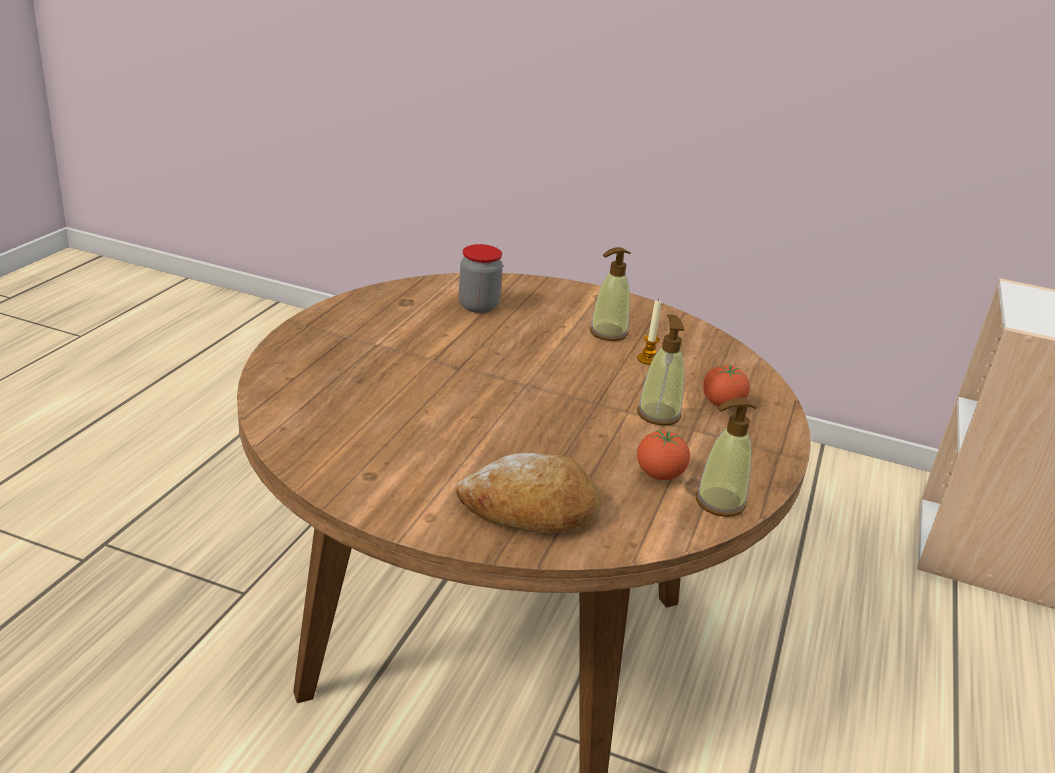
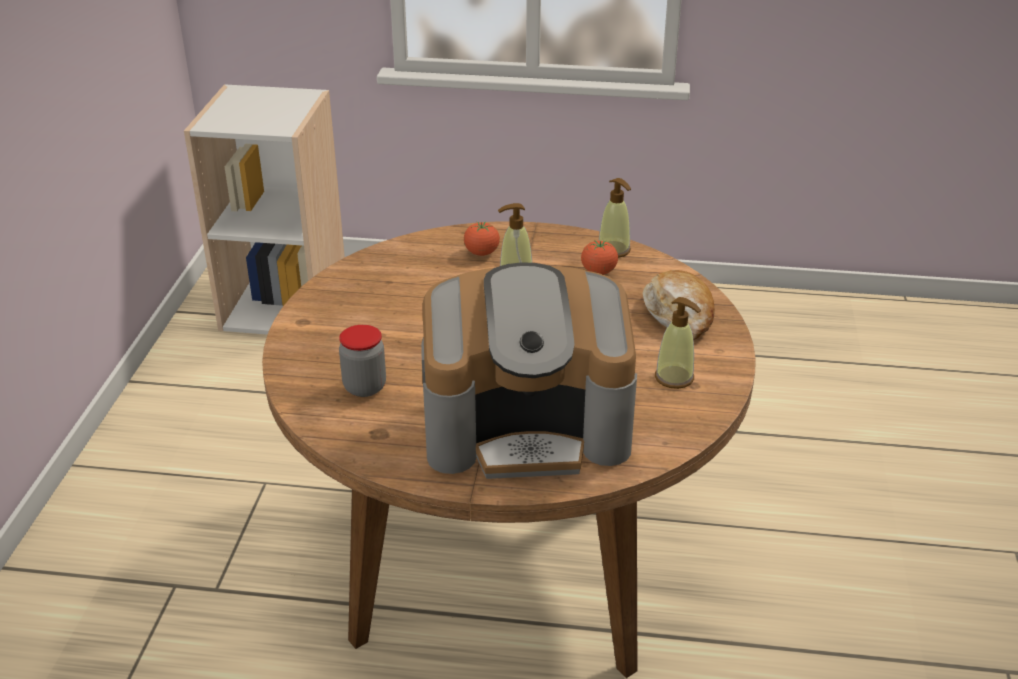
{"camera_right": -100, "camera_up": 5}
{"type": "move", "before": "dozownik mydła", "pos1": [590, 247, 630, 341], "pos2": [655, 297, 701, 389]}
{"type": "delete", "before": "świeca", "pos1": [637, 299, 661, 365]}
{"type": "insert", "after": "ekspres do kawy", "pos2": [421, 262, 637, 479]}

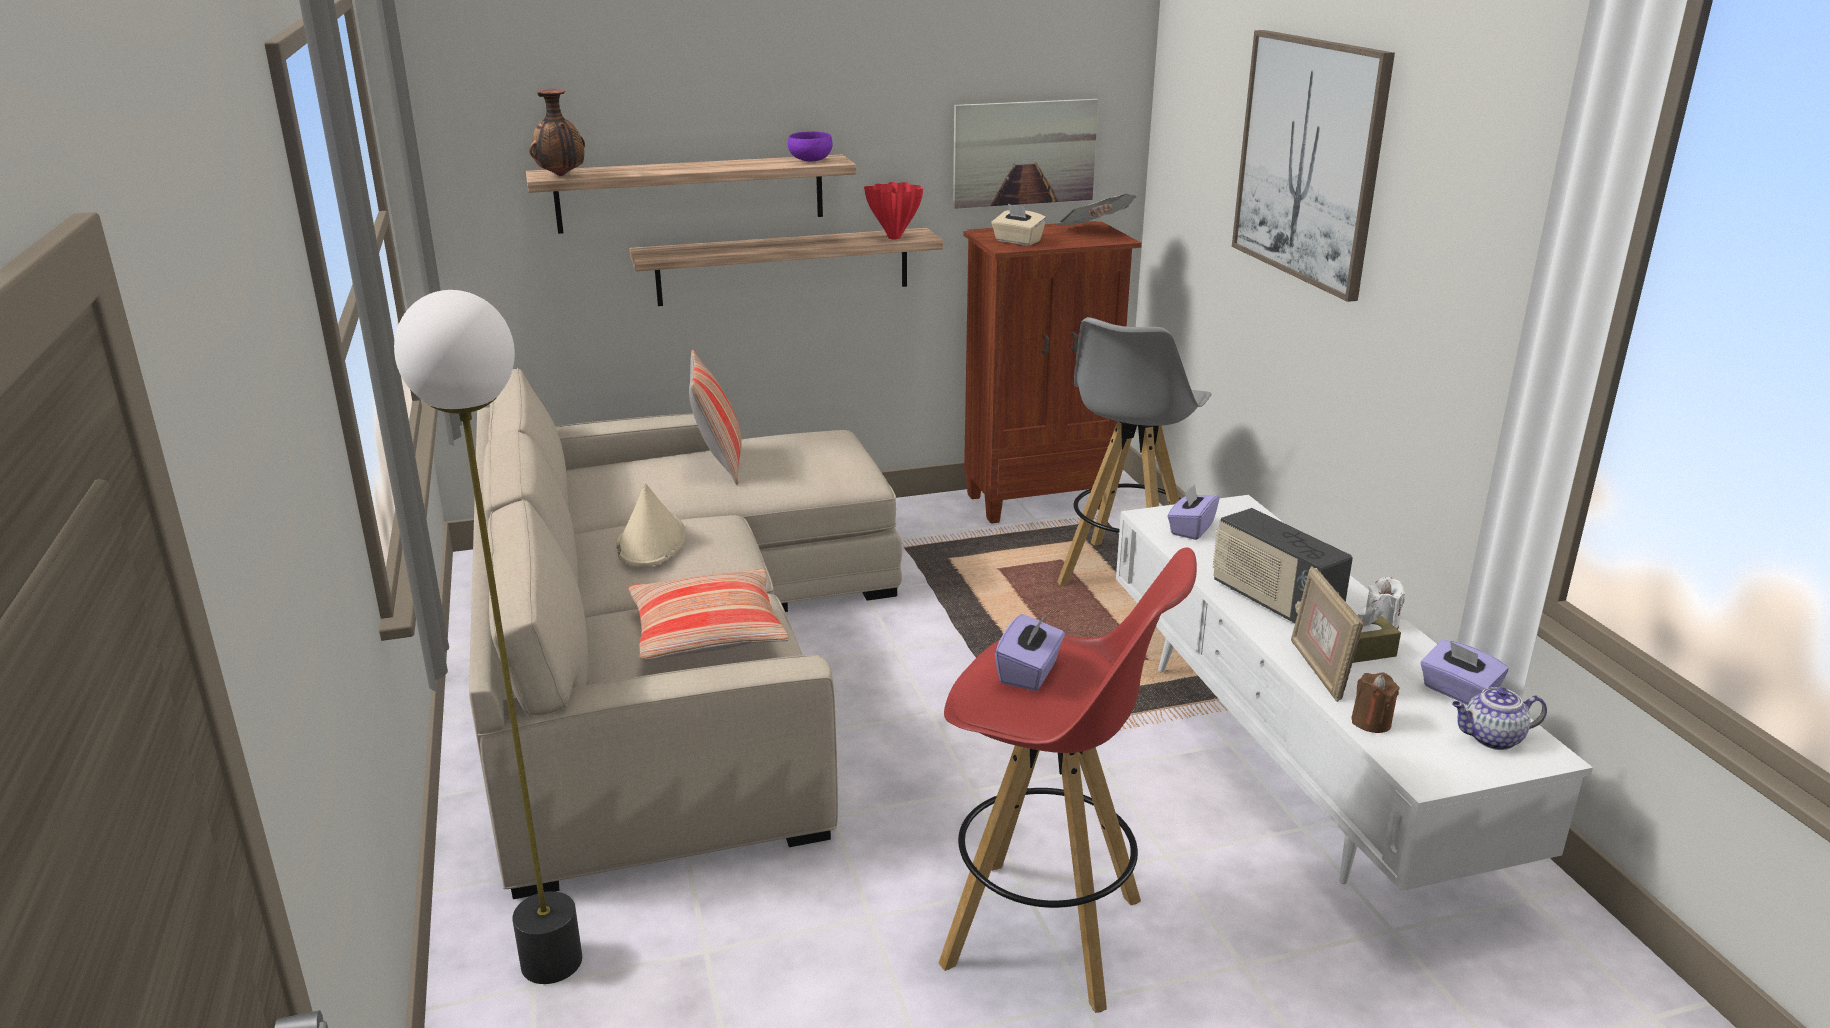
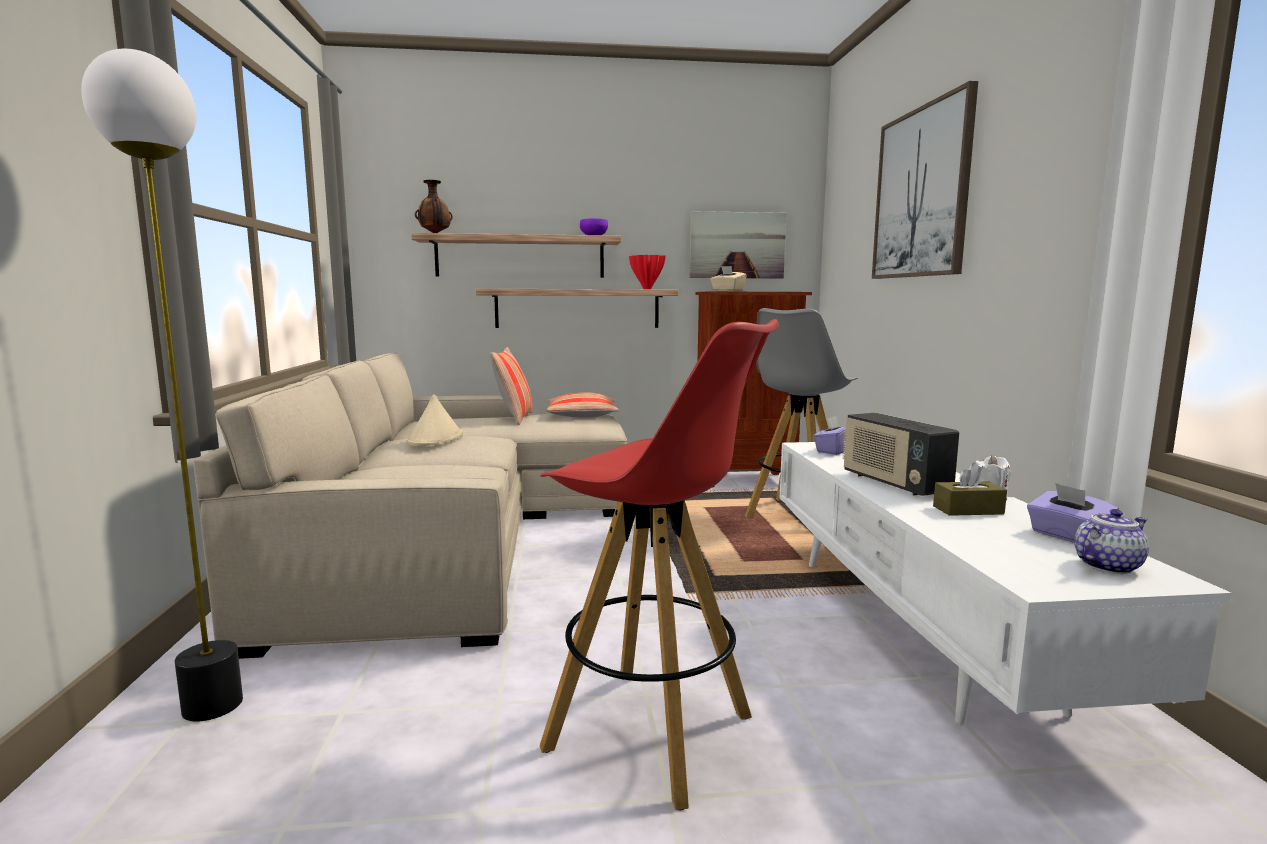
{"camera_right": 10, "camera_up": -15}
{"type": "delete", "before": "gazeta", "pos1": [1057, 194, 1136, 225]}
{"type": "delete", "before": "ramka na zdjęcie", "pos1": [1291, 566, 1364, 702]}
{"type": "move", "before": "poduszka", "pos1": [628, 569, 790, 660], "pos2": [546, 393, 619, 418]}
{"type": "delete", "before": "pudełko chusteczek/fioletowy", "pos1": [995, 614, 1065, 691]}
{"type": "delete", "before": "świeca/brązowy", "pos1": [1351, 672, 1400, 733]}
{"type": "rotate", "before": "imbryk", "pos1": [1452, 687, 1547, 750], "pos2": [1074, 509, 1149, 574], "turn": 150}

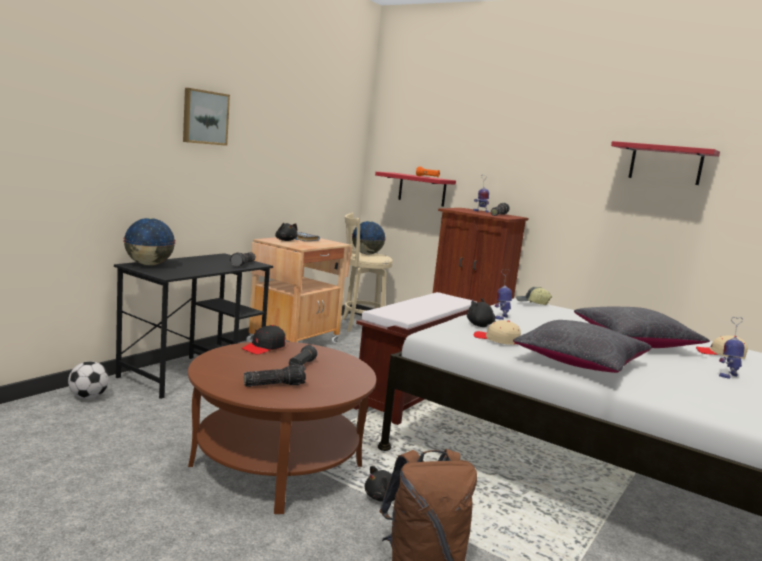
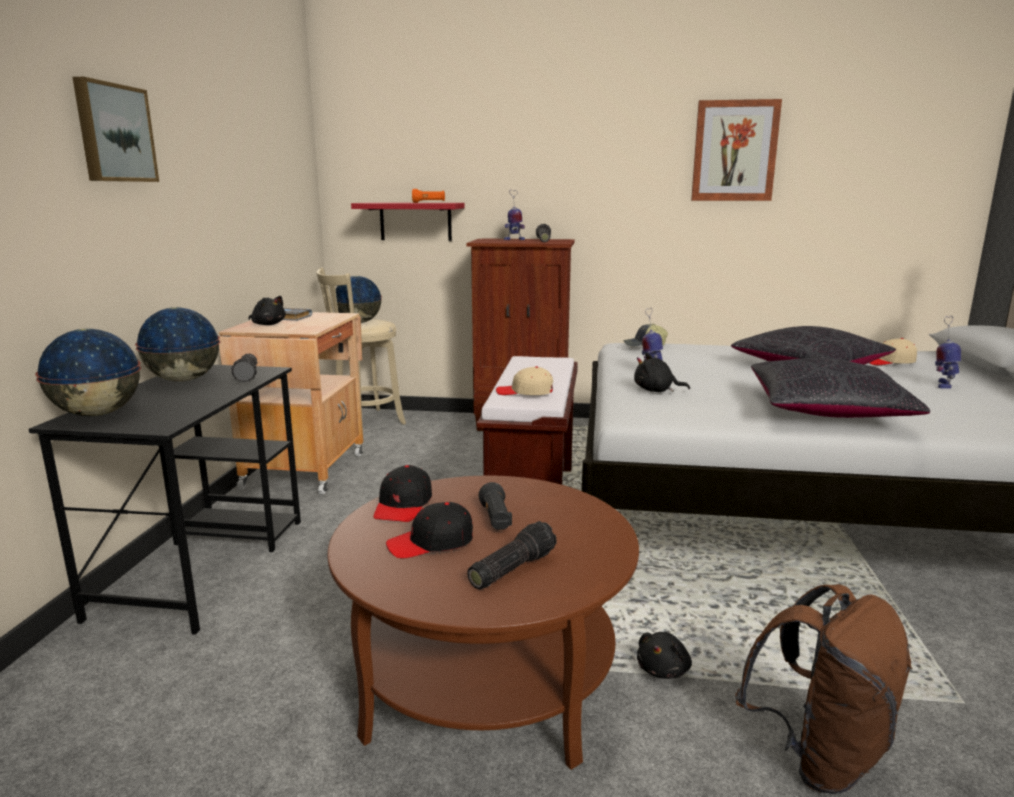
{"camera_right": -25, "camera_up": 5}
{"type": "replace", "before": "półka/czerwony", "after": "obraz", "pos1": [611, 141, 720, 185], "pos2": [691, 99, 782, 201]}
{"type": "move", "before": "czapka z daszkiem/beżowy", "pos1": [474, 320, 521, 345], "pos2": [496, 366, 553, 395]}
{"type": "delete", "before": "piłka futbolowa", "pos1": [68, 361, 109, 399]}
{"type": "insert", "after": "globus", "pos2": [135, 307, 220, 382]}
{"type": "insert", "after": "czapka z daszkiem/czarny", "pos2": [386, 502, 473, 558]}

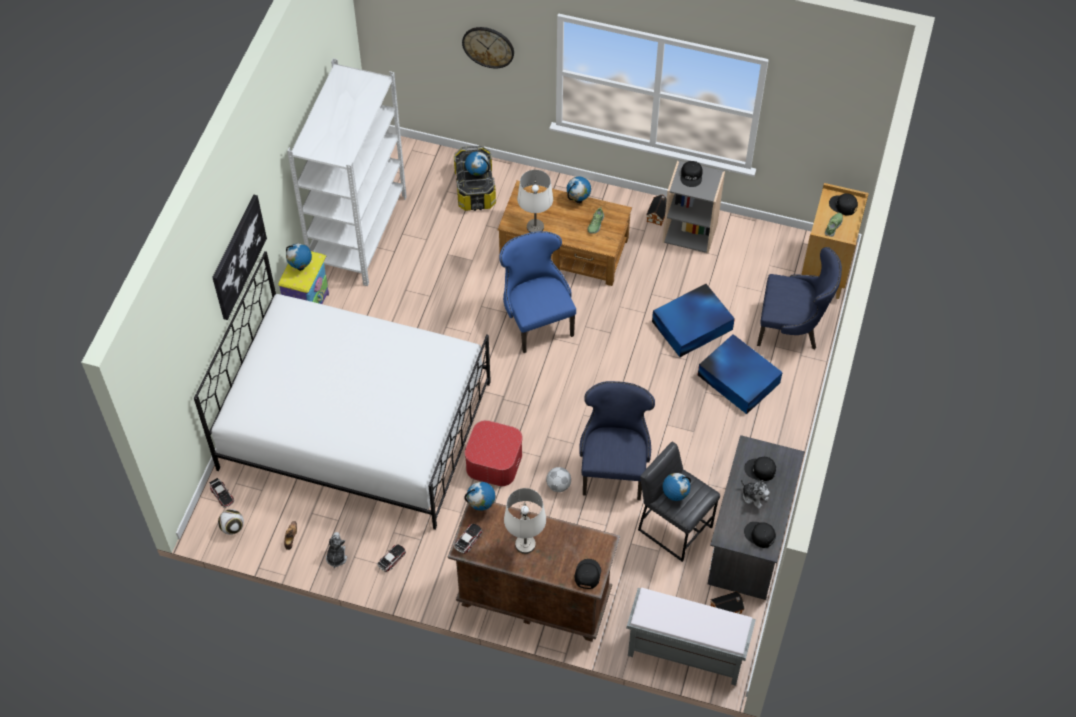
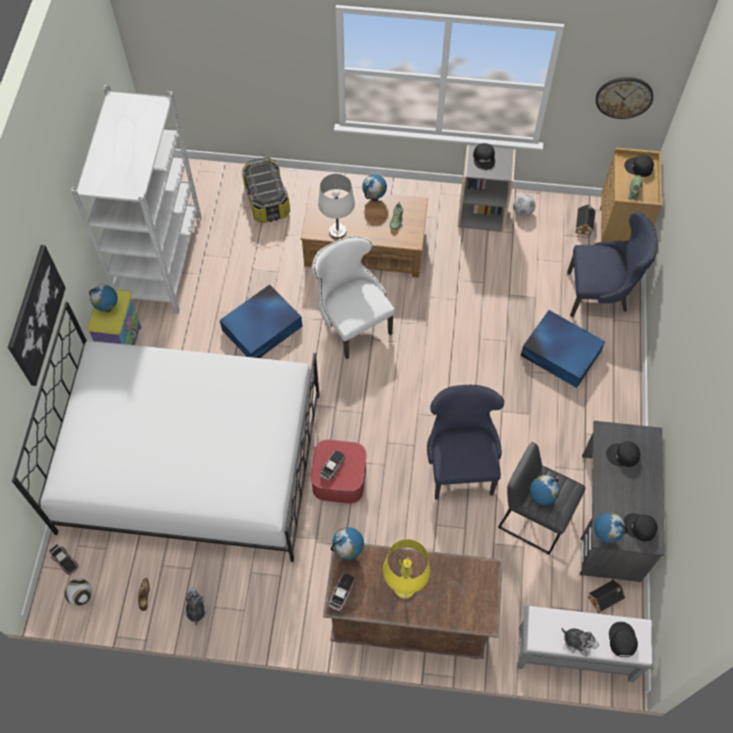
{"camera_right": -10, "camera_up": 5}
{"type": "move", "before": "zegar ścienny", "pos1": [462, 27, 514, 68], "pos2": [596, 77, 653, 119]}
{"type": "move", "before": "globus", "pos1": [465, 151, 490, 178], "pos2": [594, 512, 627, 543]}
{"type": "move", "before": "domek", "pos1": [646, 195, 667, 226], "pos2": [576, 204, 595, 235]}
{"type": "recolor", "before": "krzesło/niebieski", "after": "krzesło/biały", "pos1": [500, 231, 576, 353], "pos2": [312, 236, 395, 359]}
{"type": "move", "before": "pojemnik do przechowywania/niebieski", "pos1": [652, 284, 735, 357], "pos2": [220, 285, 302, 358]}
{"type": "move", "before": "piłka futbolowa", "pos1": [546, 467, 571, 492], "pos2": [513, 194, 535, 217]}
{"type": "move", "before": "pluszak", "pos1": [741, 479, 770, 509], "pos2": [561, 628, 599, 657]}
{"type": "recolor", "before": "lampa stołowa/biały", "after": "lampa stołowa/żółty", "pos1": [504, 488, 546, 554], "pos2": [383, 539, 430, 599]}
{"type": "move", "before": "samochodzik", "pos1": [377, 545, 406, 572], "pos2": [320, 451, 345, 481]}
{"type": "move", "before": "czapka z daszkiem/czarny", "pos1": [575, 559, 601, 589], "pos2": [609, 622, 638, 657]}

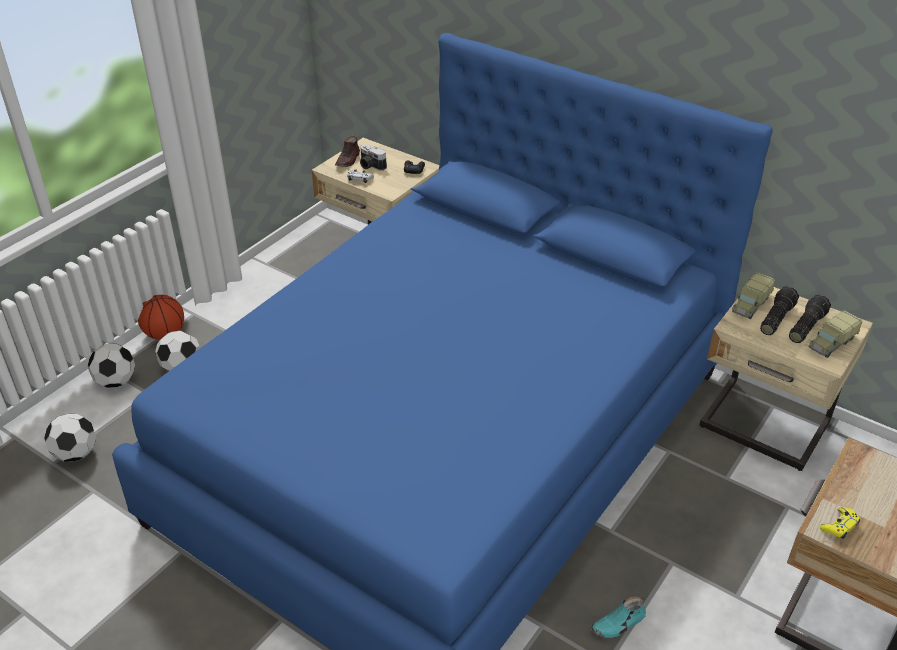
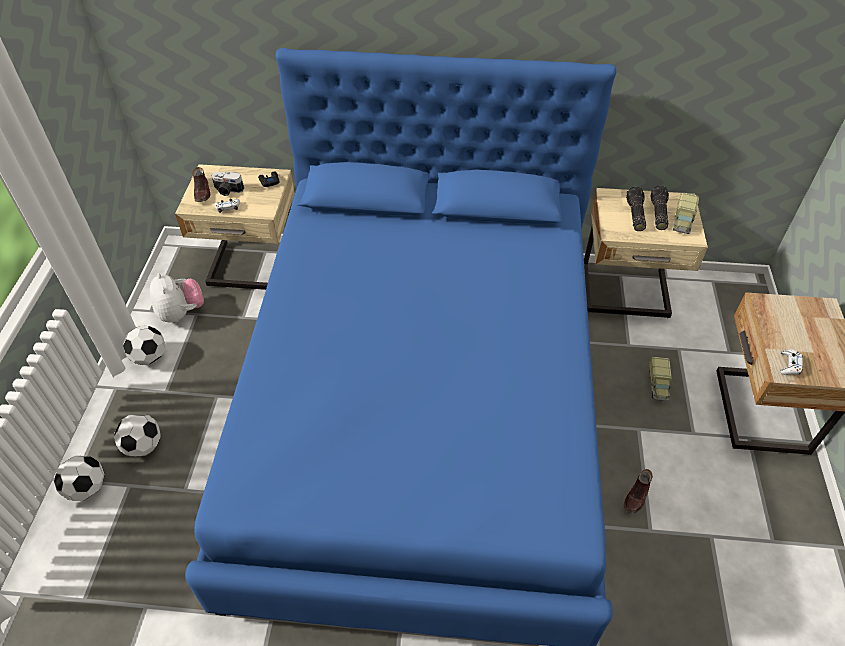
{"camera_right": -30, "camera_up": 10}
{"type": "move", "before": "ciężarówka zabawkowa", "pos1": [732, 272, 775, 319], "pos2": [649, 357, 672, 401]}
{"type": "delete", "before": "piłka do koszykówki", "pos1": [138, 295, 184, 340]}
{"type": "move", "before": "piłka futbolowa", "pos1": [44, 414, 96, 462], "pos2": [123, 326, 165, 365]}
{"type": "recolor", "before": "pad do gier/żółty", "after": "pad do gier/biały", "pos1": [820, 507, 860, 539], "pos2": [780, 349, 803, 375]}
{"type": "recolor", "before": "but/turkusowy", "after": "but/brązowy", "pos1": [591, 596, 646, 638], "pos2": [624, 469, 653, 513]}
{"type": "insert", "after": "pluszak", "pos2": [150, 273, 204, 322]}

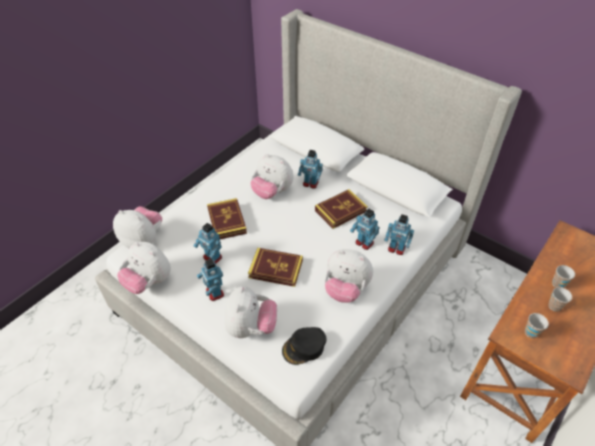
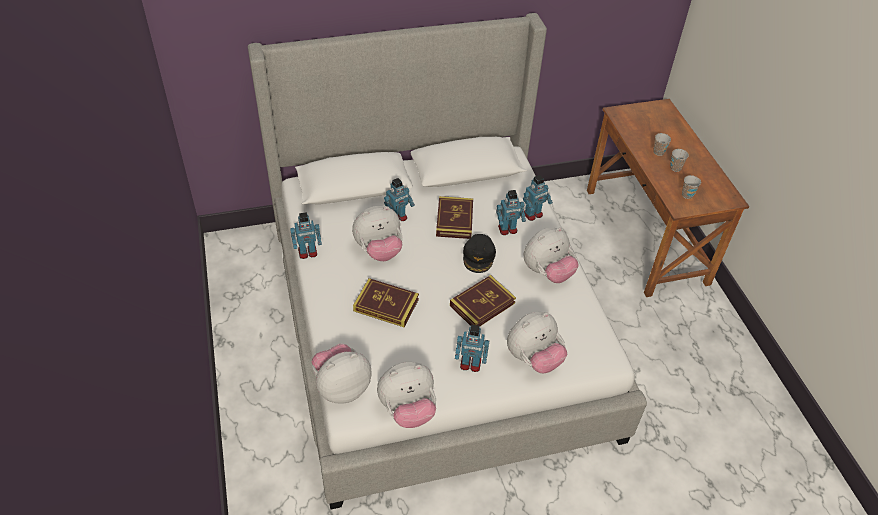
{"camera_right": -55, "camera_up": 0}
{"type": "move", "before": "robot zabawkowy", "pos1": [194, 223, 222, 264], "pos2": [290, 212, 322, 259]}
{"type": "rotate", "before": "pluszak", "pos1": [225, 286, 277, 338], "pos2": [507, 312, 567, 373], "turn": 105}
{"type": "move", "before": "czapka z daszkiem/czarny", "pos1": [282, 327, 327, 365], "pos2": [463, 234, 496, 273]}

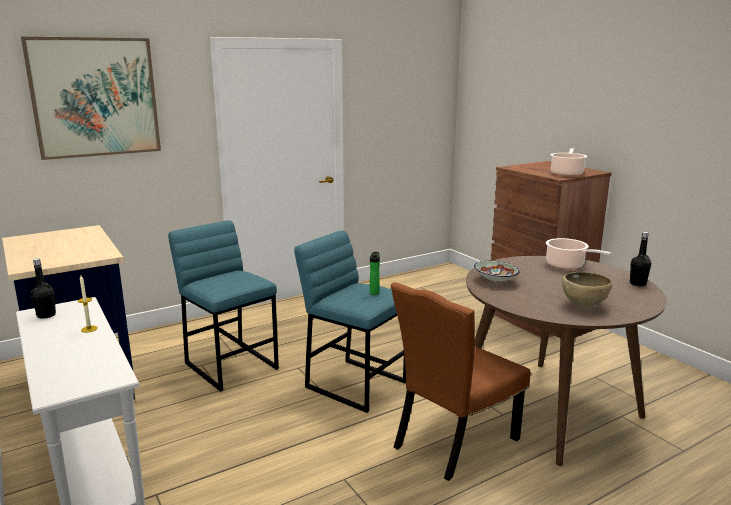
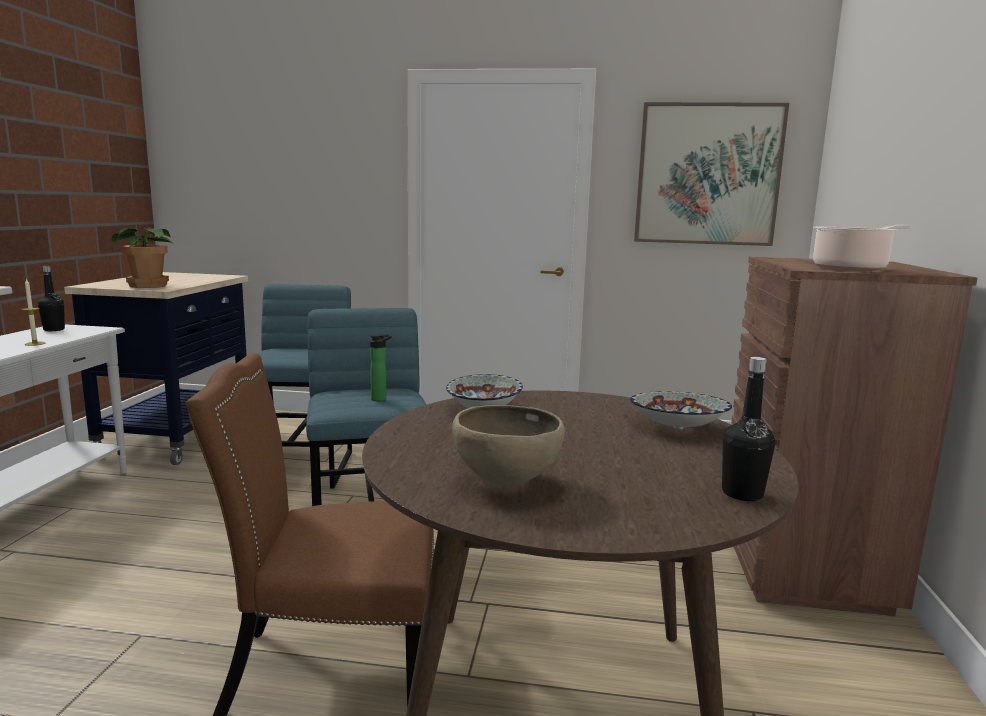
{"camera_right": 40, "camera_up": -5}
{"type": "move", "before": "obraz", "pos1": [21, 37, 161, 160], "pos2": [634, 102, 789, 246]}
{"type": "replace", "before": "garnek", "after": "miska", "pos1": [546, 238, 611, 269], "pos2": [631, 391, 732, 430]}
{"type": "insert", "after": "roślina doniczkowa", "pos2": [111, 227, 172, 288]}

